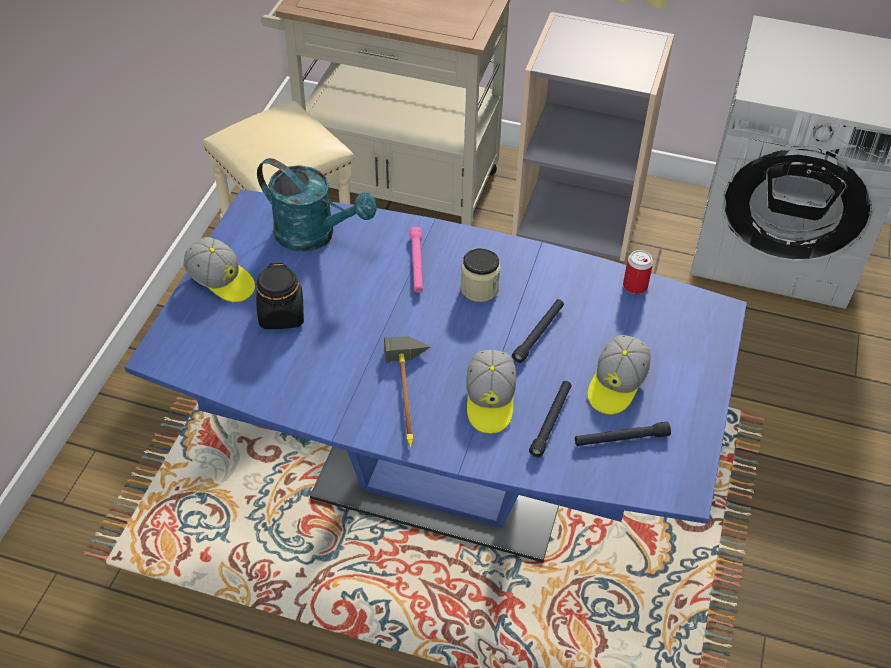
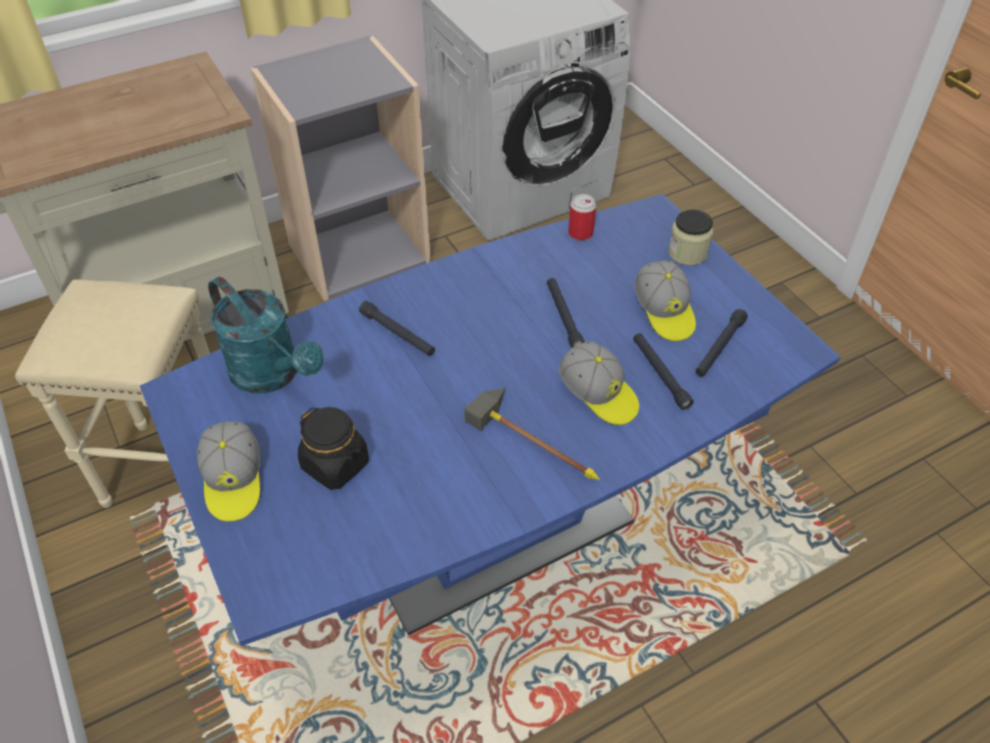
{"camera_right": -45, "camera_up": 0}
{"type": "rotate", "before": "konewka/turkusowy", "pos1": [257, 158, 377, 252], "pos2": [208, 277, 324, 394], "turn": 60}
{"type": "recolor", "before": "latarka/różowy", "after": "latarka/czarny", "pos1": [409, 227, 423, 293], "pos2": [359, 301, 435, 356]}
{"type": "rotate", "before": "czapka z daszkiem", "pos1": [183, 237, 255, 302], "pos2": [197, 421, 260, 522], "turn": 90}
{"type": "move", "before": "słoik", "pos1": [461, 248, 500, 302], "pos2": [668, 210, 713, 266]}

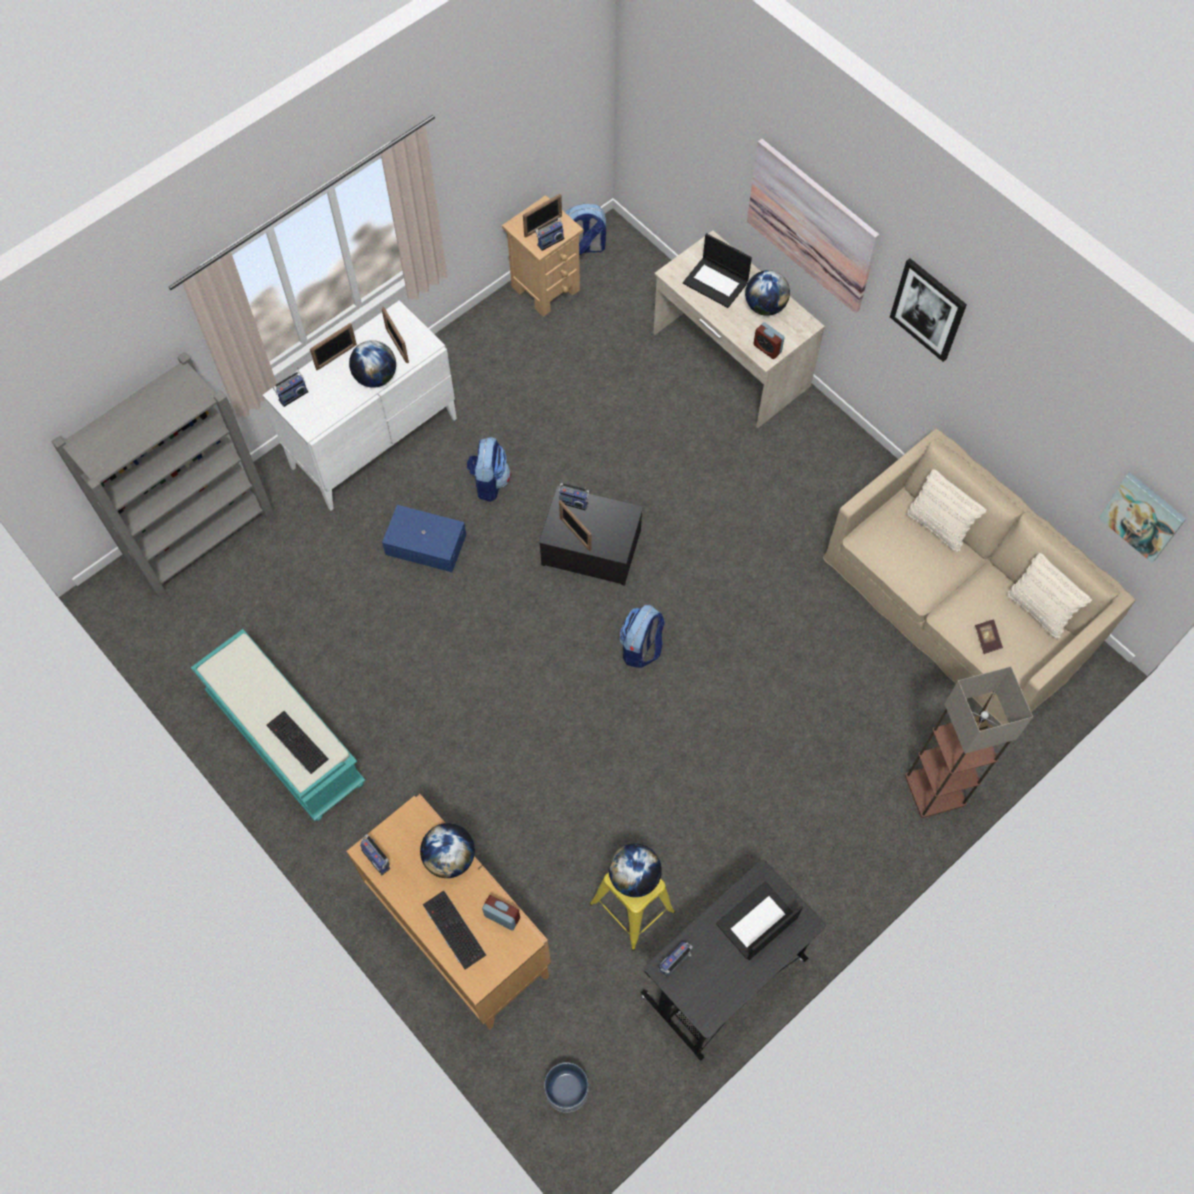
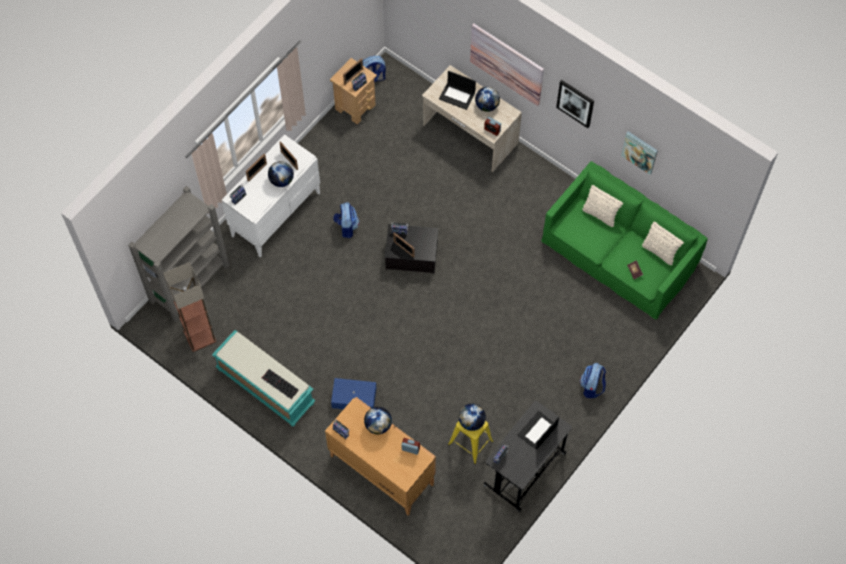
{"camera_right": -10, "camera_up": 0}
{"type": "recolor", "before": "kanapa/beżowy", "after": "kanapa/zielony", "pos1": [823, 428, 1136, 725], "pos2": [541, 161, 708, 319]}
{"type": "move", "before": "obraz", "pos1": [1099, 473, 1186, 563], "pos2": [621, 131, 658, 175]}
{"type": "move", "before": "pojemnik do przechowywania/niebieski", "pos1": [382, 505, 466, 572], "pos2": [331, 378, 376, 409]}
{"type": "move", "before": "plecak", "pos1": [619, 605, 665, 668], "pos2": [580, 363, 606, 398]}
{"type": "move", "before": "lampa stojąca", "pos1": [905, 666, 1033, 818], "pos2": [163, 262, 217, 352]}
{"type": "delete", "before": "klawiatura", "pos1": [423, 891, 486, 969]}
{"type": "delete", "before": "donica", "pos1": [544, 1062, 588, 1113]}

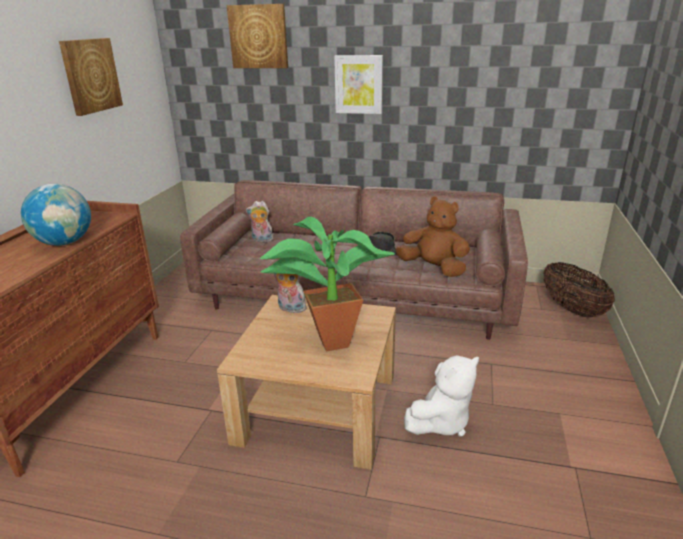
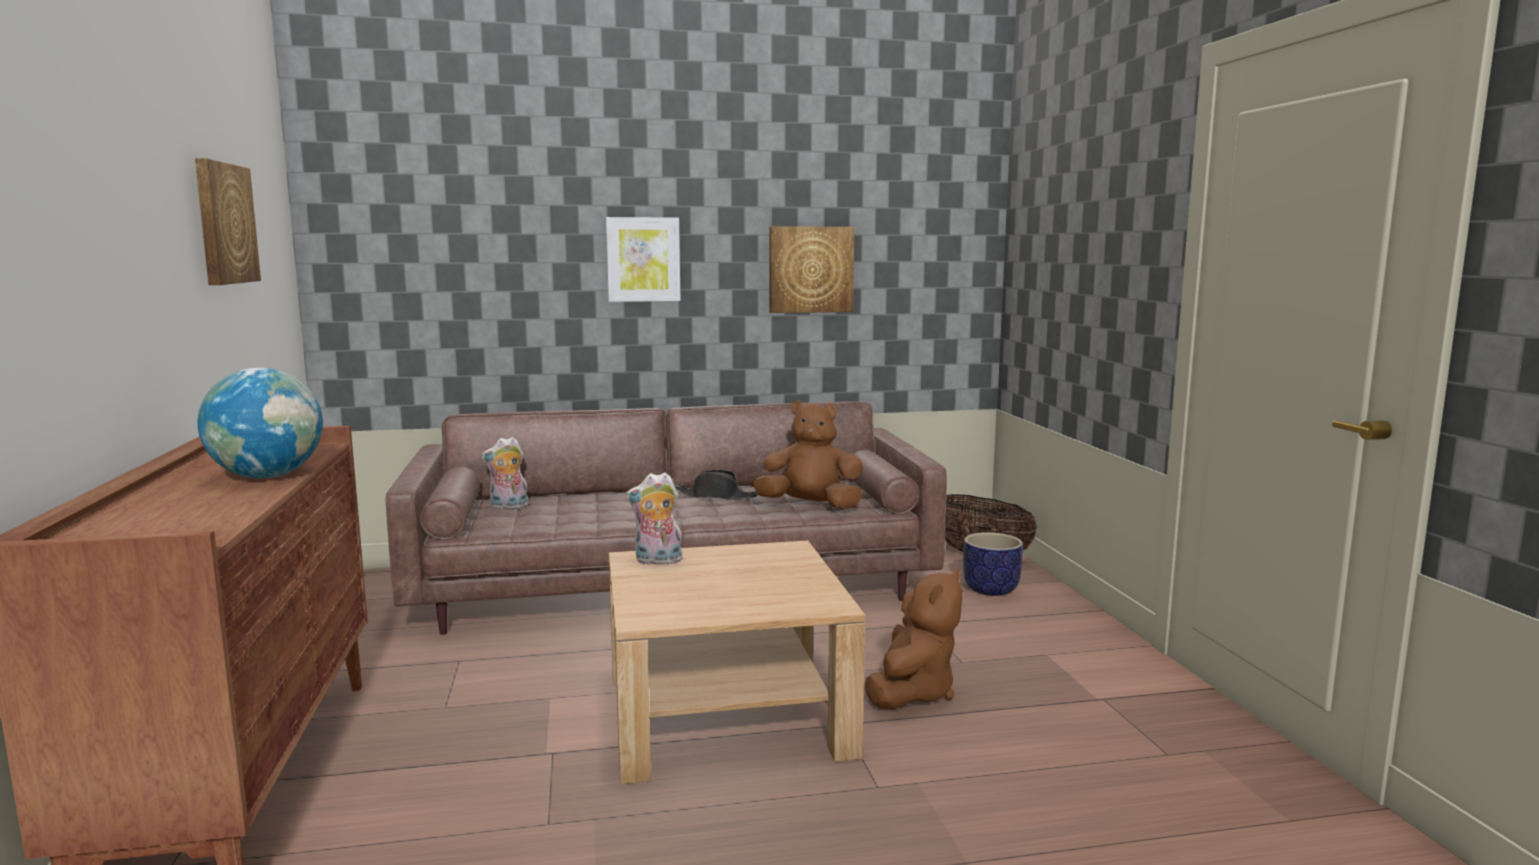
{"camera_right": -25, "camera_up": -15}
{"type": "move", "before": "obraz", "pos1": [227, 4, 288, 68], "pos2": [769, 227, 855, 313]}
{"type": "delete", "before": "roślina doniczkowa", "pos1": [260, 216, 394, 352]}
{"type": "recolor", "before": "pluszak/biały", "after": "pluszak/brązowy", "pos1": [404, 355, 479, 436], "pos2": [865, 569, 963, 709]}
{"type": "insert", "after": "donica", "pos2": [963, 532, 1023, 596]}

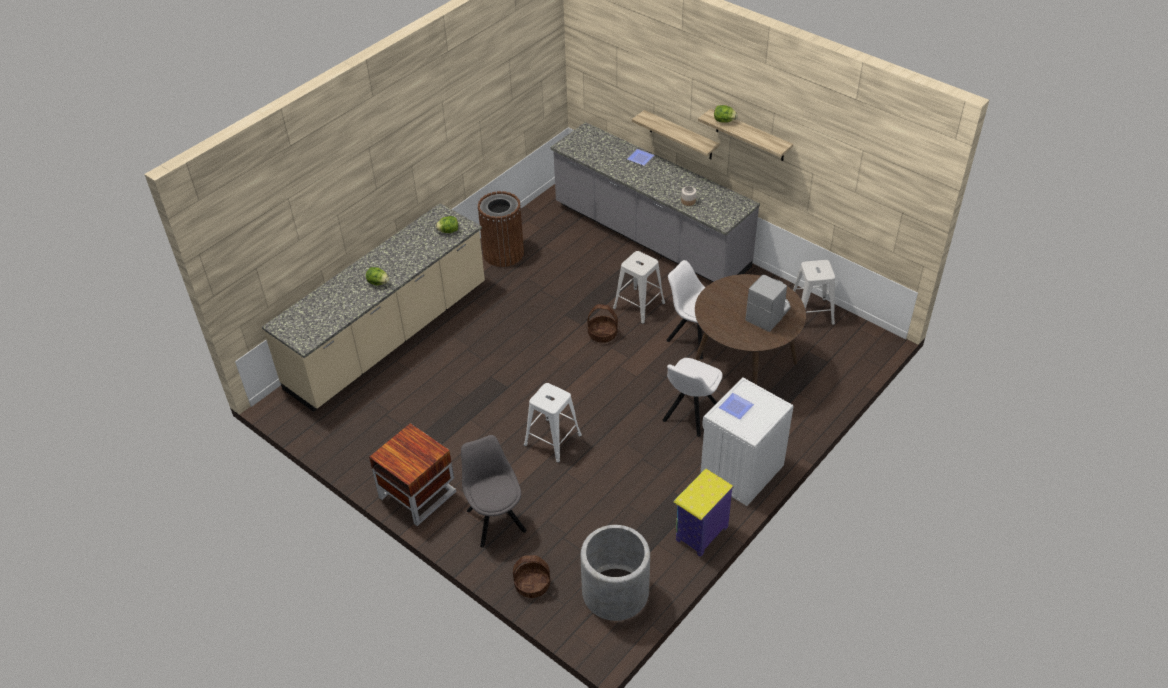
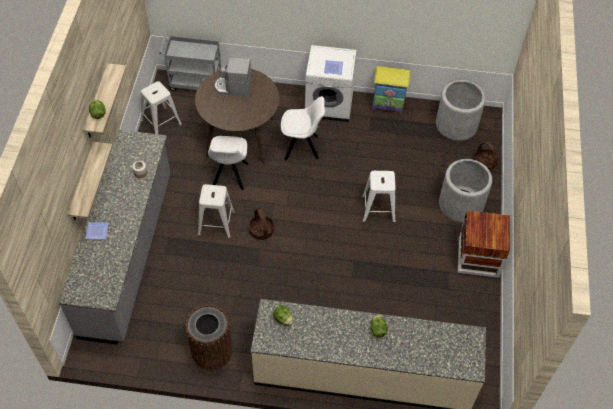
{"camera_right": -125, "camera_up": 10}
{"type": "replace", "before": "krzesło/szary", "after": "donica/szary", "pos1": [461, 435, 526, 548], "pos2": [439, 159, 492, 223]}
{"type": "insert", "after": "wózek/szary", "pos2": [159, 33, 221, 91]}

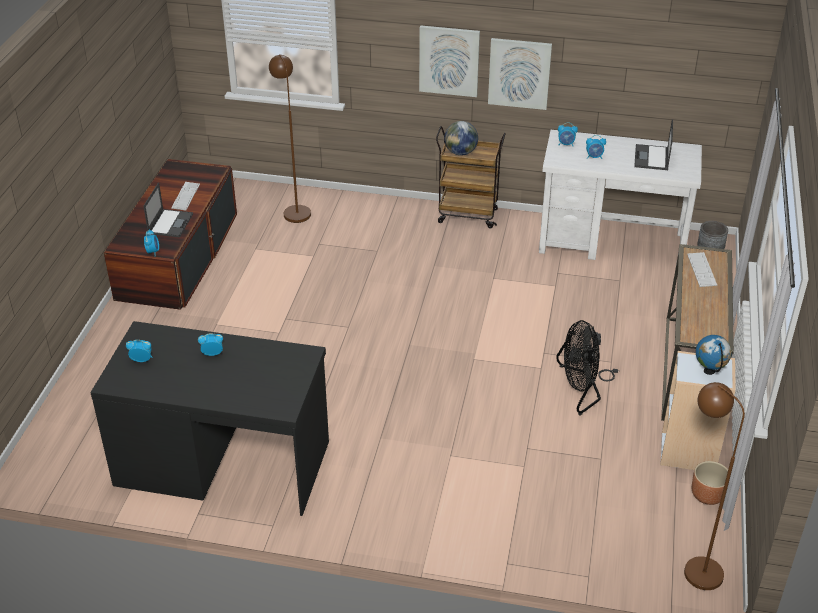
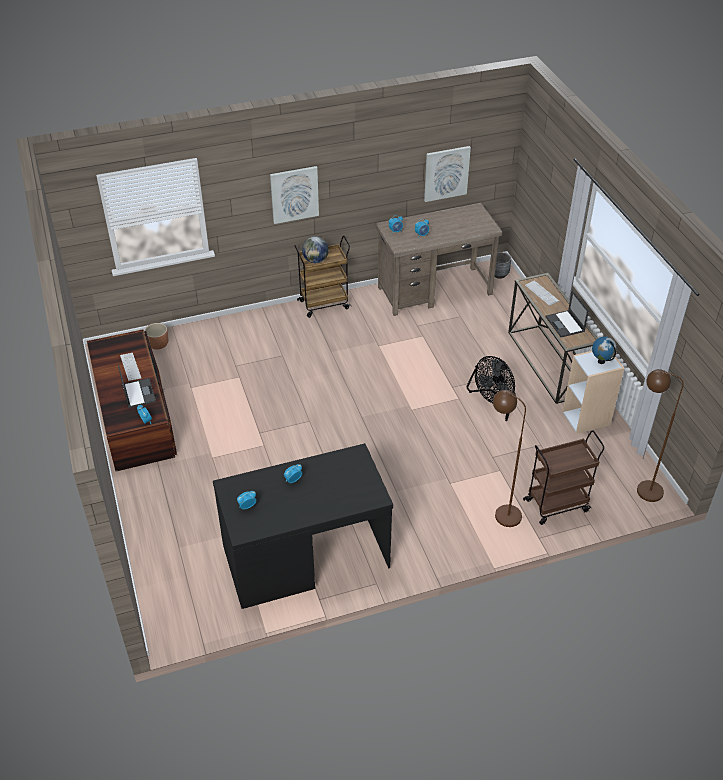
{"camera_right": -30, "camera_up": 5}
{"type": "move", "before": "obraz", "pos1": [488, 38, 552, 110], "pos2": [424, 146, 471, 202]}
{"type": "move", "before": "lampa stojąca/brązowy", "pos1": [269, 54, 311, 223], "pos2": [493, 390, 526, 527]}
{"type": "move", "before": "laptop", "pos1": [634, 119, 673, 170], "pos2": [545, 290, 589, 337]}
{"type": "recolor", "before": "biurko/biały", "after": "biurko/brązowy", "pos1": [539, 130, 702, 264], "pos2": [376, 203, 502, 316]}
{"type": "move", "before": "donica/brązowy", "pos1": [692, 461, 728, 505], "pos2": [145, 323, 169, 349]}
{"type": "insert", "after": "wózek/brązowy", "pos2": [523, 431, 604, 525]}

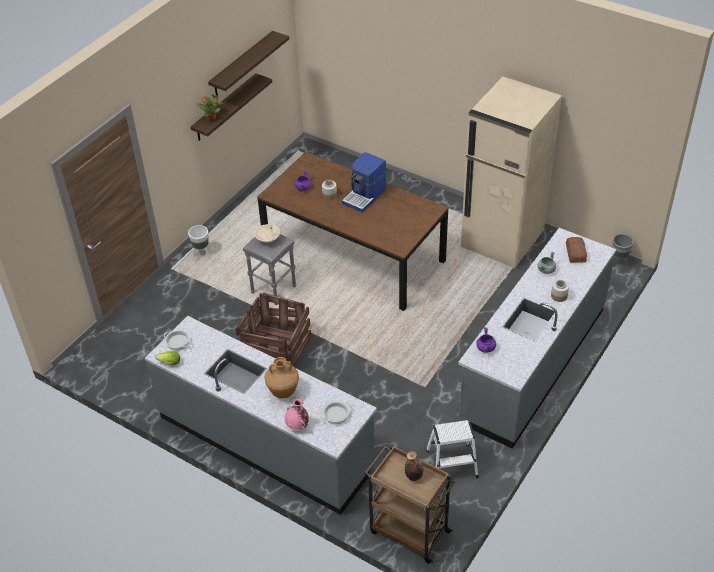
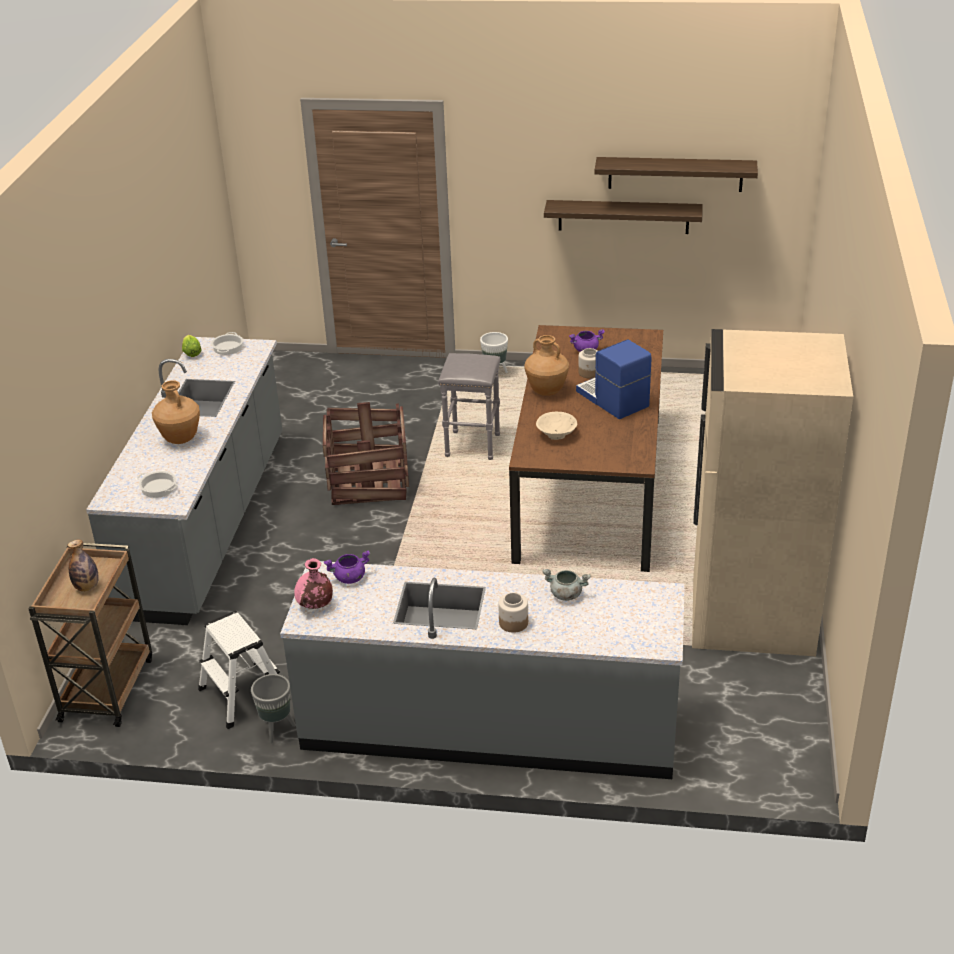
{"camera_right": 65, "camera_up": -10}
{"type": "delete", "before": "roślina doniczkowa", "pos1": [196, 93, 223, 121]}
{"type": "rotate", "before": "ekspres do kawy", "pos1": [342, 152, 386, 213], "pos2": [576, 340, 651, 419], "turn": 45}
{"type": "move", "before": "miska/beżowy", "pos1": [254, 224, 280, 243], "pos2": [536, 412, 577, 440]}
{"type": "move", "before": "donica/szary", "pos1": [612, 234, 634, 267], "pos2": [251, 674, 296, 743]}
{"type": "delete", "before": "chleb", "pos1": [566, 237, 587, 263]}
{"type": "move", "before": "wazon/różowy", "pos1": [285, 399, 309, 430], "pos2": [294, 558, 333, 609]}
{"type": "insert", "after": "wazon/brązowy", "pos2": [524, 335, 569, 396]}

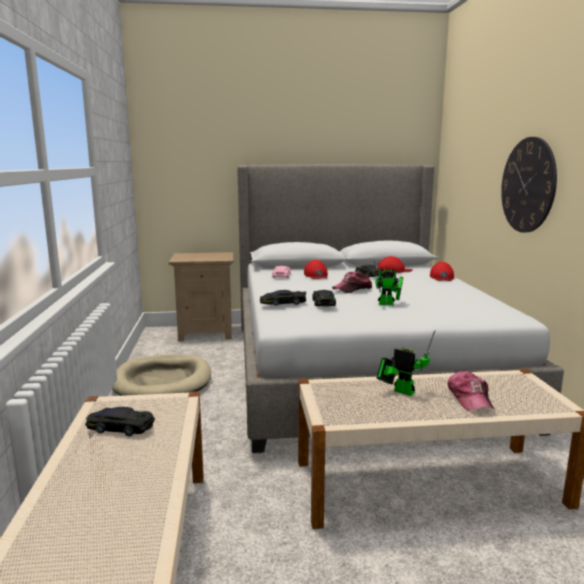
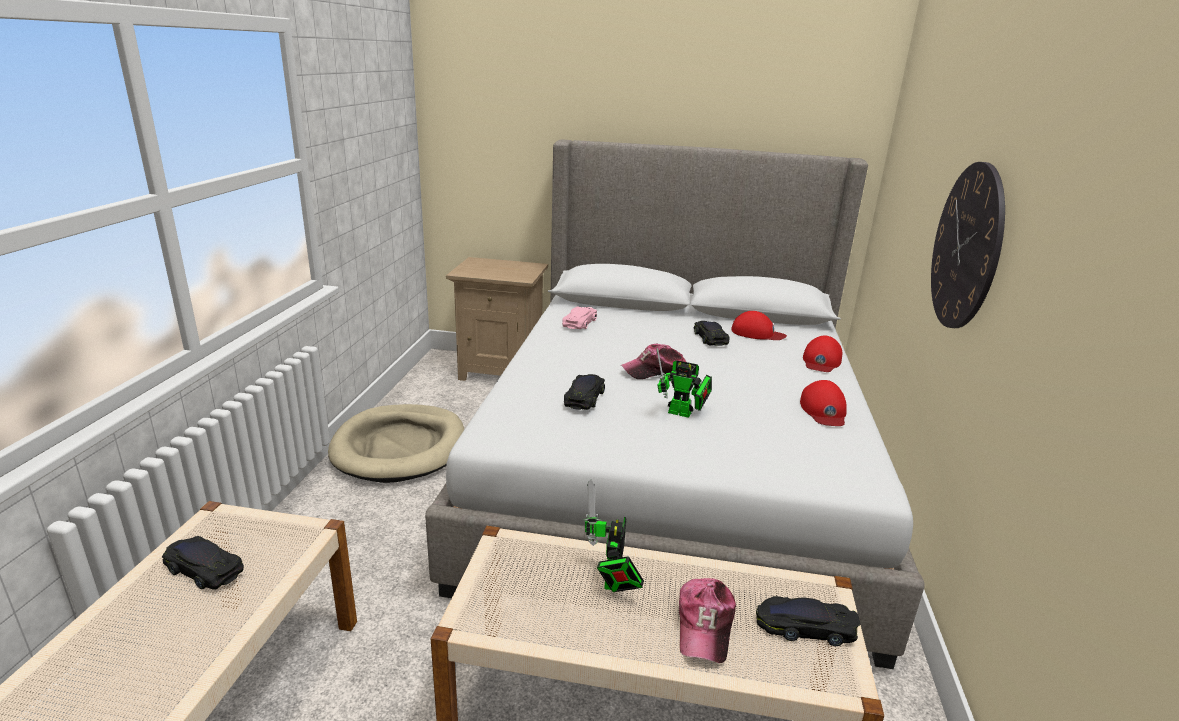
{"camera_right": 15, "camera_up": 10}
{"type": "move", "before": "czapka z daszkiem/czerwony", "pos1": [304, 260, 328, 279], "pos2": [800, 380, 847, 426]}
{"type": "move", "before": "samochodzik/czarny", "pos1": [260, 290, 307, 306], "pos2": [756, 596, 861, 647]}
{"type": "rotate", "before": "robot zabawkowy", "pos1": [376, 330, 435, 396], "pos2": [584, 479, 644, 592], "turn": -135}

